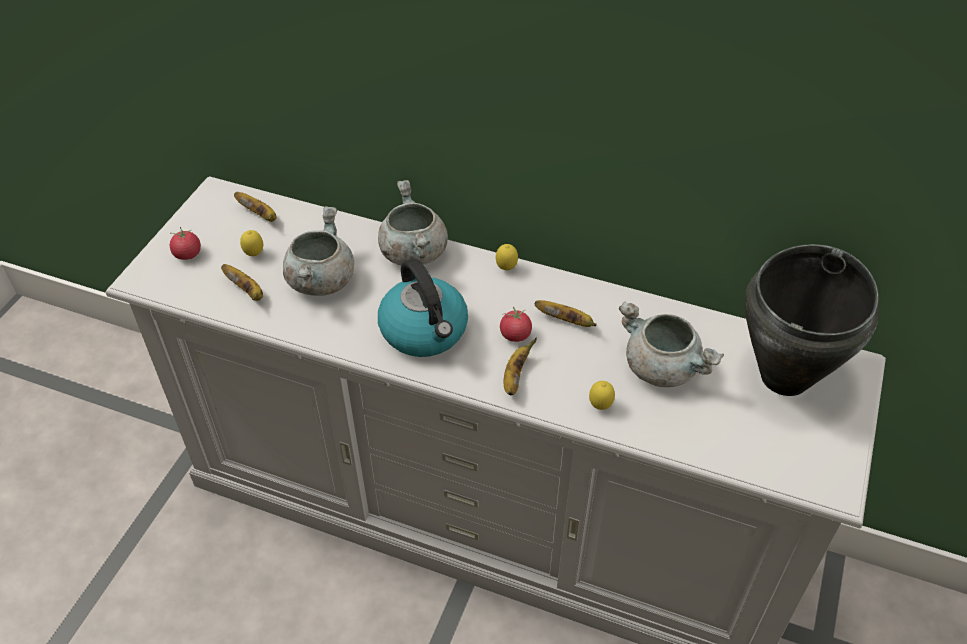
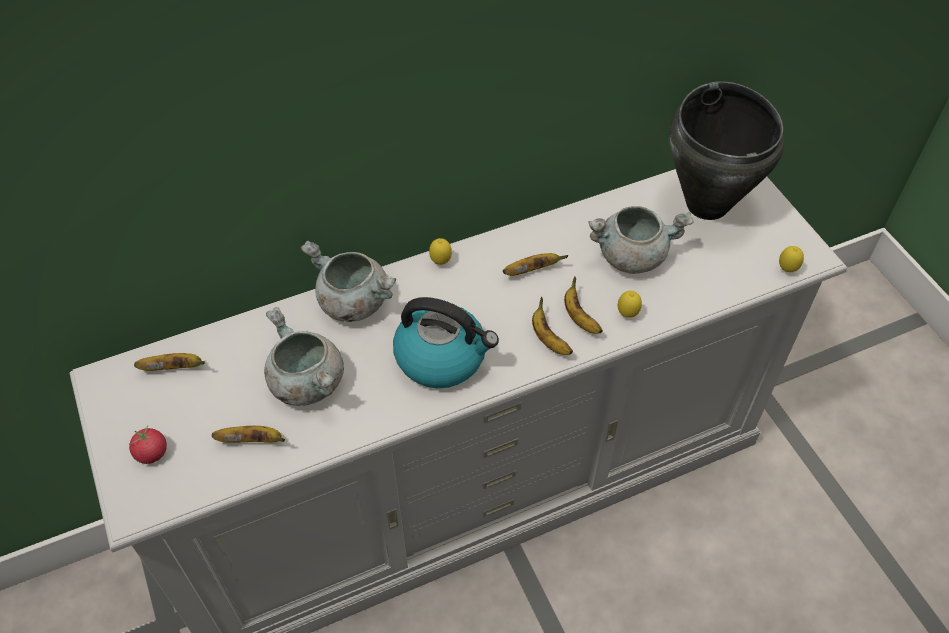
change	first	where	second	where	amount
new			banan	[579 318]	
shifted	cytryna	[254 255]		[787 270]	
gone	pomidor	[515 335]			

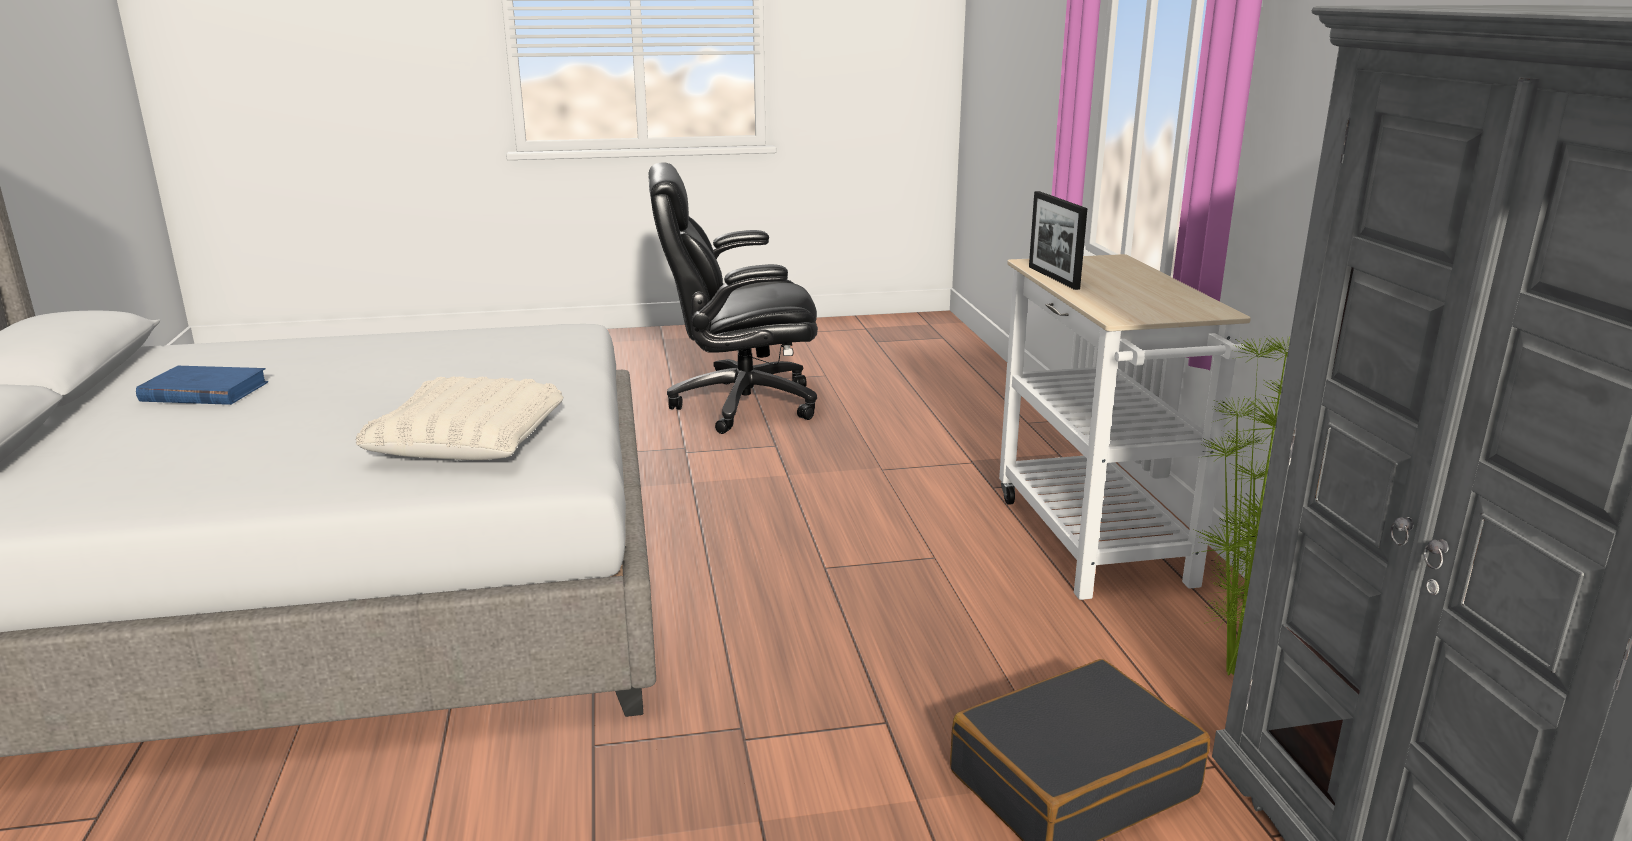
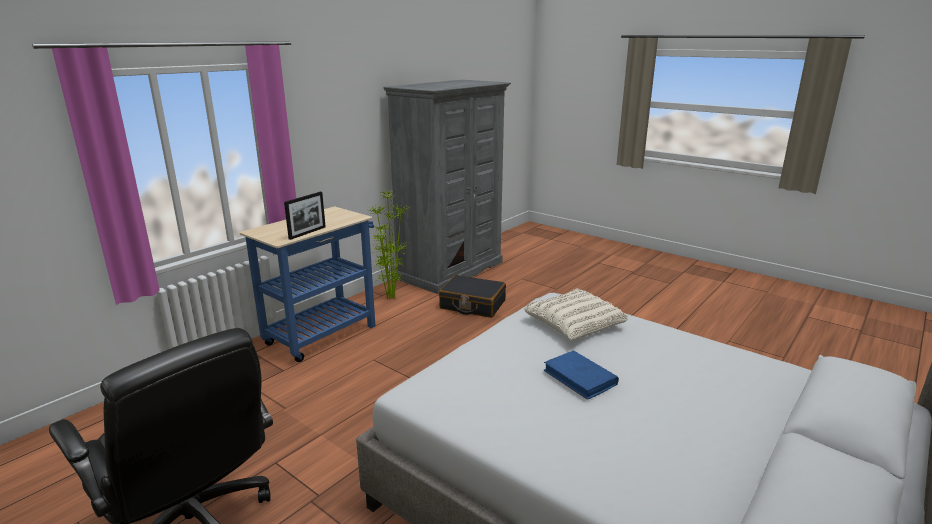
change	first	where	second	where	amount
repainted	wózek/biały	[1094 541]	wózek/niebieski	[322 335]	
shifted	książka/niebieski	[204 392]		[580 377]	

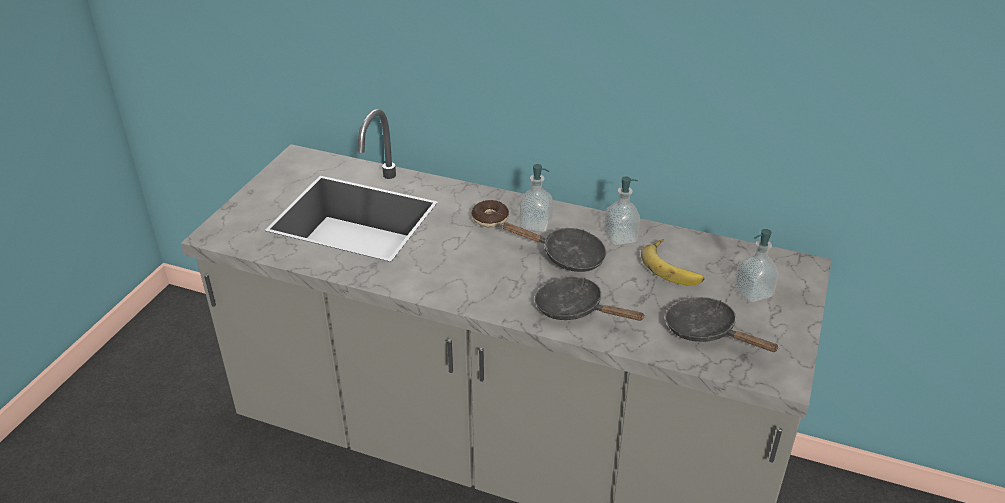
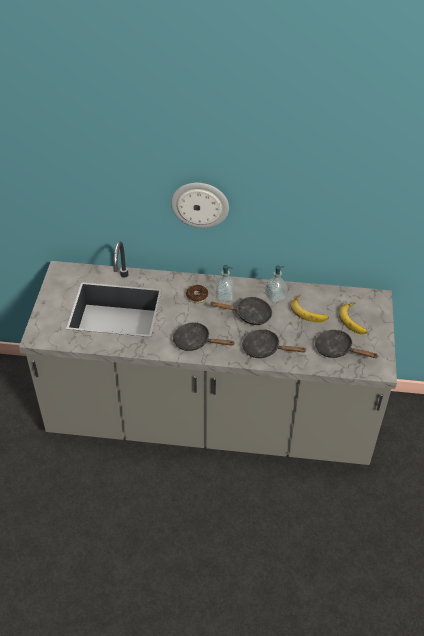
change	first	where	second	where	amount
new			zegar ścienny	[200 204]	
new			patelnia/czarny	[195 342]	
swapped	dozownik mydła	[753 292]	banan	[355 320]	

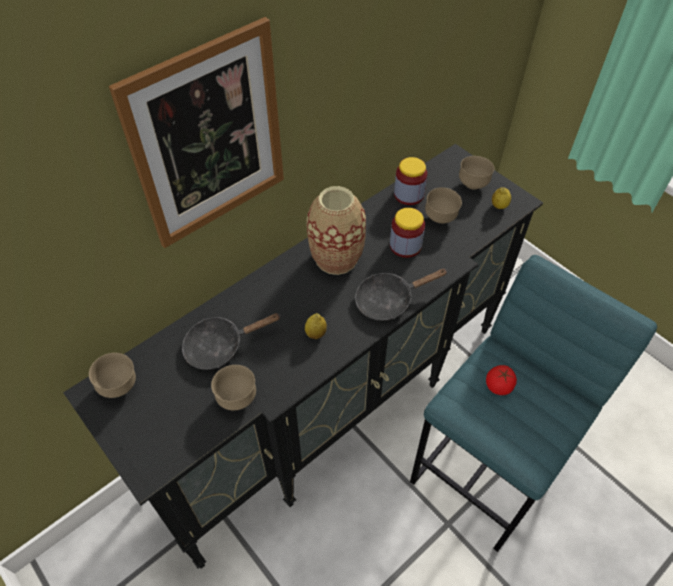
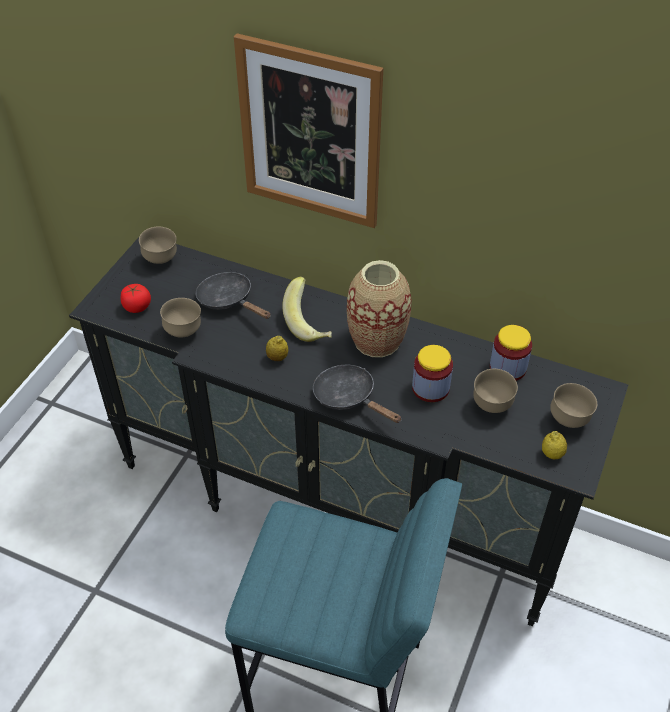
change	first	where	second	where	amount
shifted	pomidor	[498 386]		[137 307]	
new			banan	[310 323]	

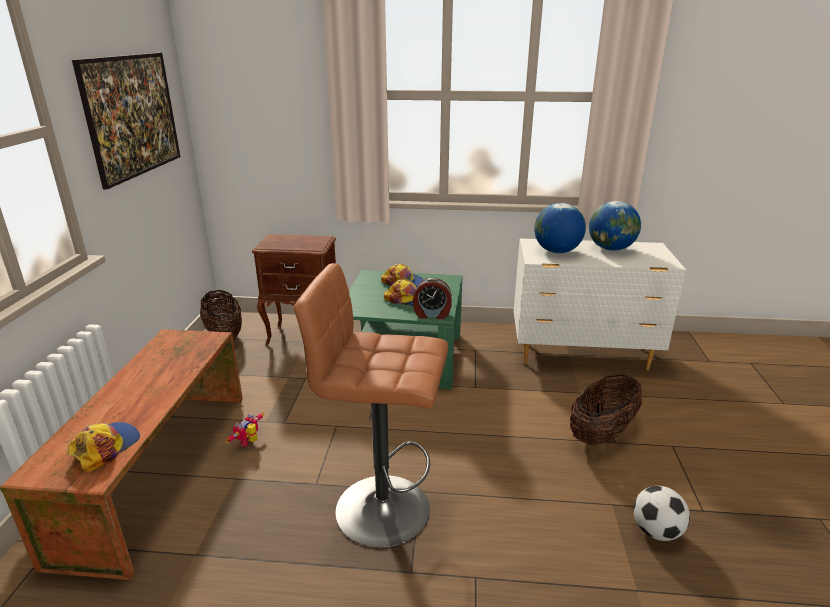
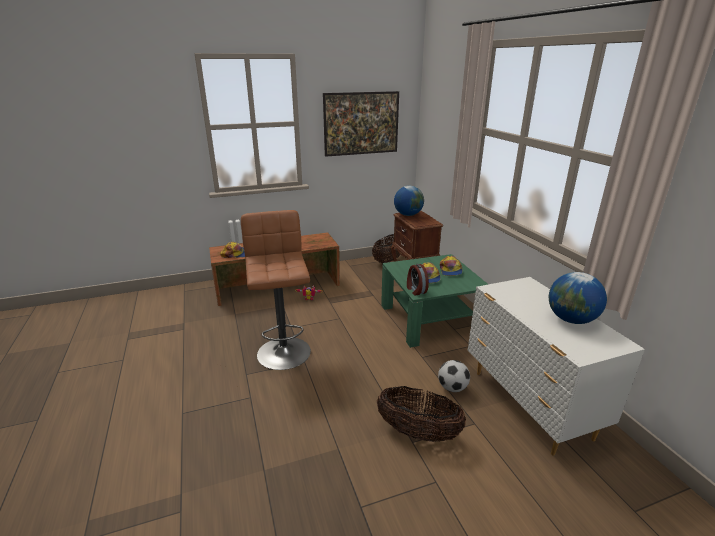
change	first	where	second	where	amount
shifted	globus	[556 251]		[408 215]	
shifted	piłka futbolowa	[656 531]		[452 388]	

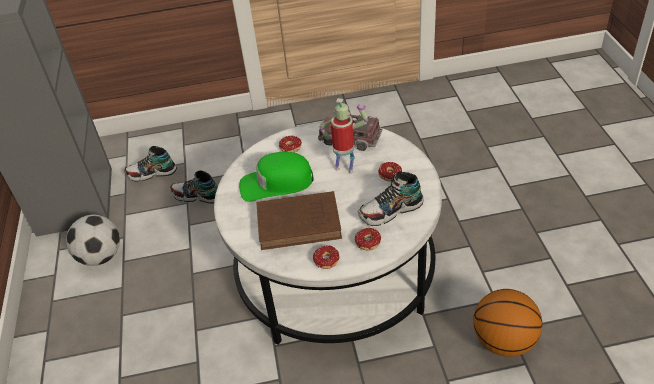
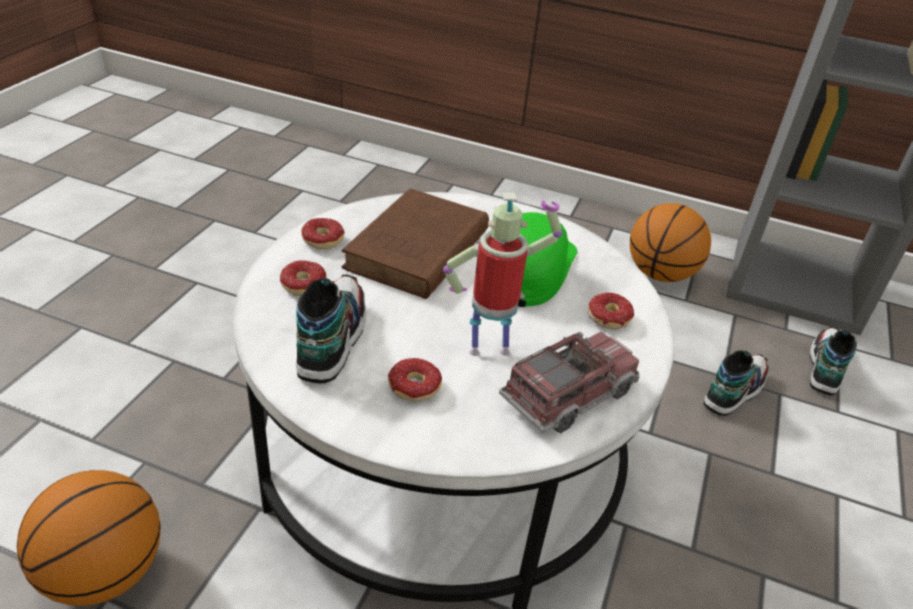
change	first	where	second	where	amount
rotated	robot zabawkowy	[345 168]		[490 347]	150 degrees counterclockwise
swapped	piłka futbolowa	[101 256]	piłka do koszykówki	[660 274]	

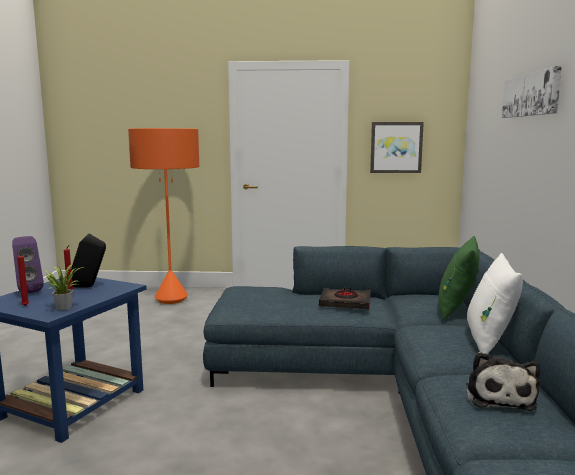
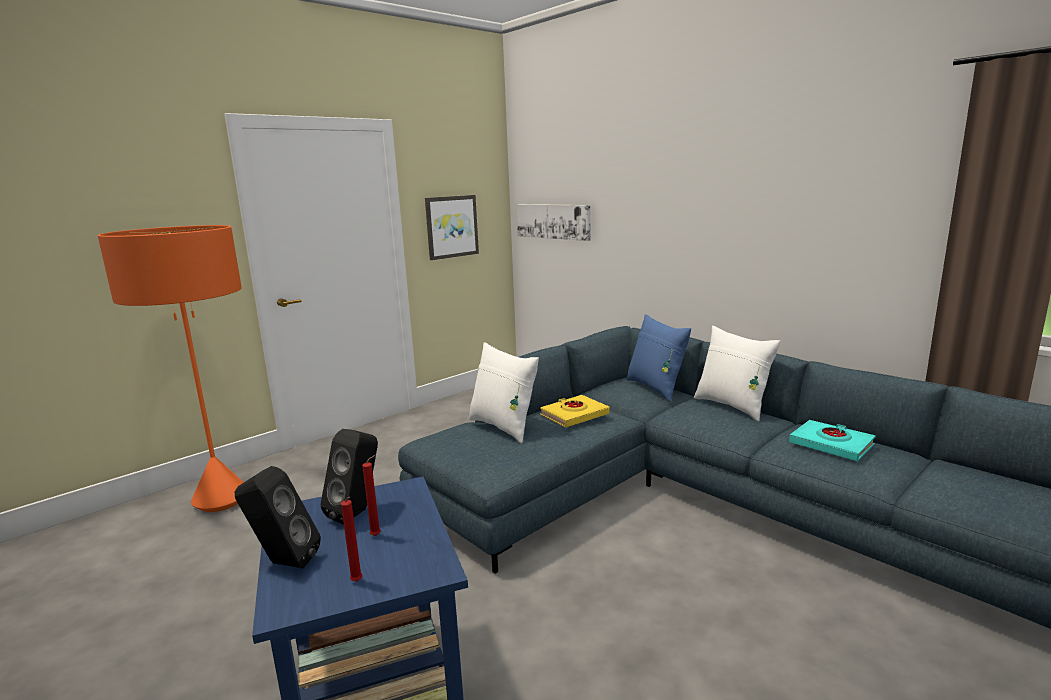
change	first	where	second	where	amount
repainted	głośnik/fioletowy	[28 291]	głośnik/czarny	[283 563]	
new			poduszka/biały	[503 427]	
shifted	obraz	[531 95]		[553 221]	
repainted	książka/czarny	[345 303]	książka/żółty	[574 415]	
repainted	poduszka/zielony	[456 309]	poduszka/niebieski	[655 388]	
swapped	pluszak	[499 396]	książka/turkusowy	[831 445]	
gone	roślina doniczkowa	[64 307]			

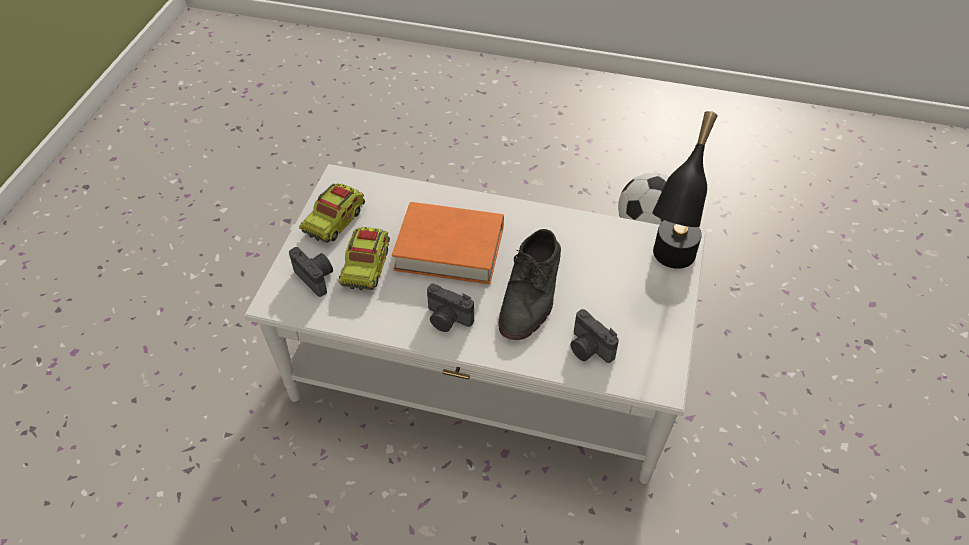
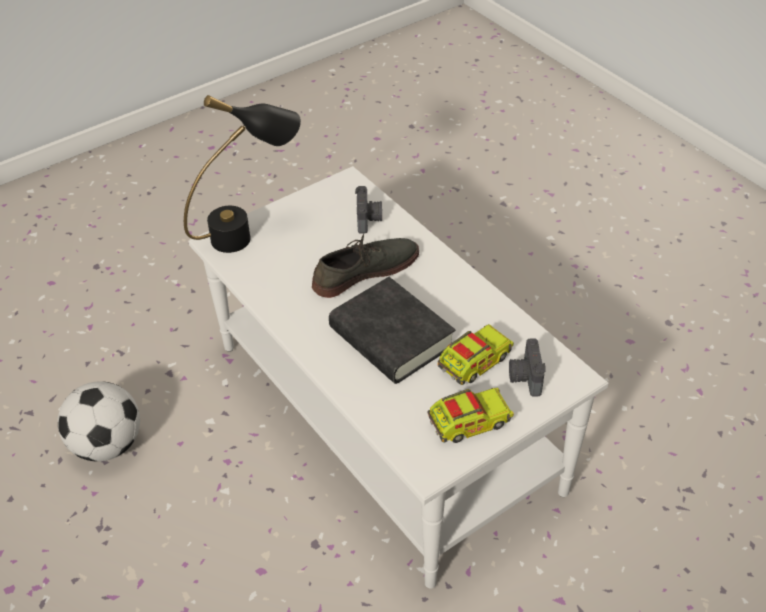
change	first	where	second	where	amount
repainted	książka/pomarańczowy	[449 248]	książka/czarny	[391 337]	
gone	aparat fotograficzny	[447 319]			

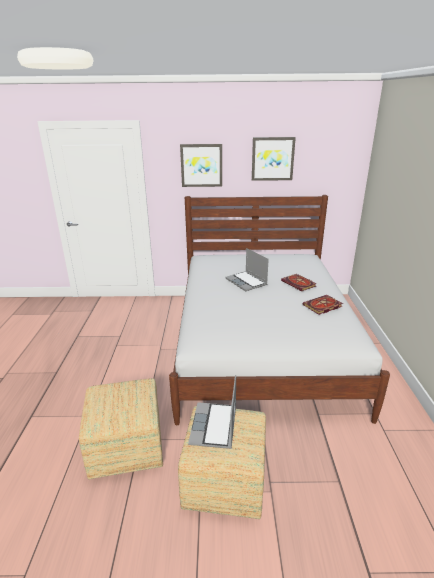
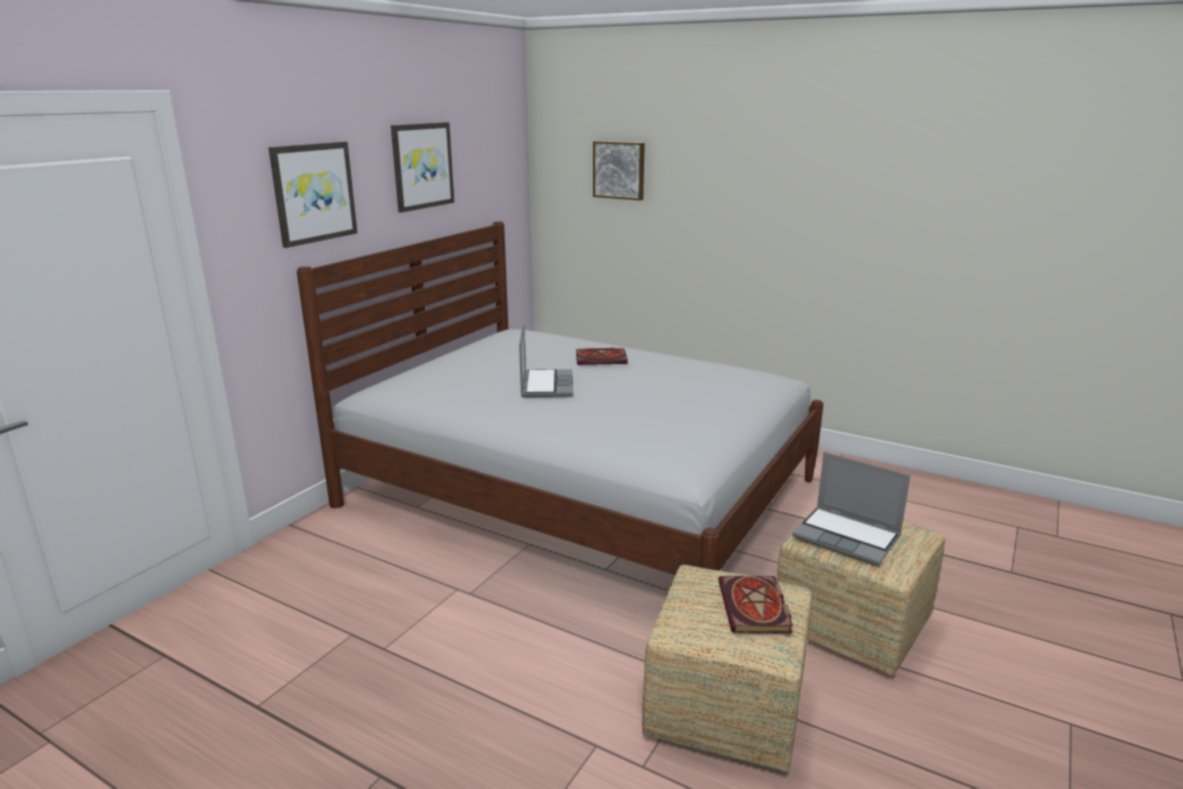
change	first	where	second	where	amount
rotated	laptop	[247 282]		[546 385]	90 degrees counterclockwise
new			obraz	[619 170]	
shifted	książka	[322 306]		[756 609]	

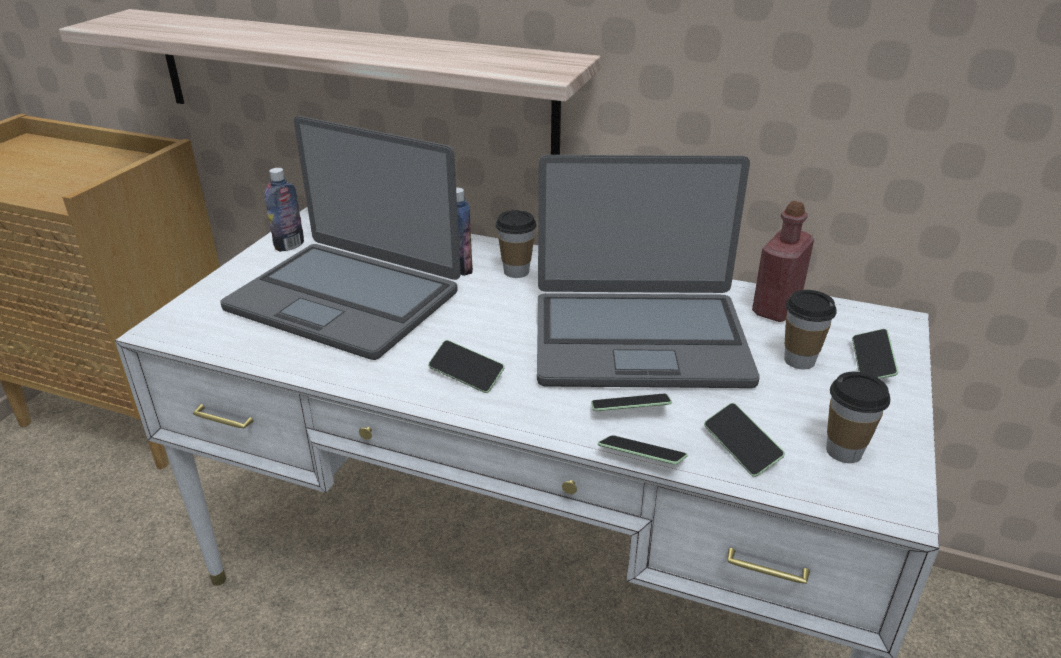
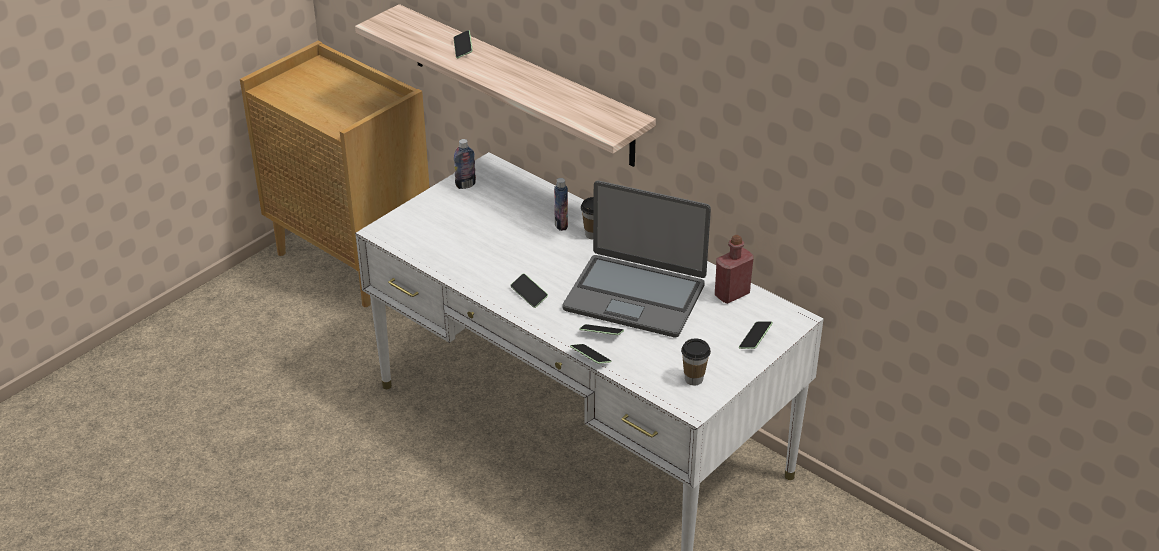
change	first	where	second	where	amount
shifted	telefon	[741 448]		[463 49]	
gone	laptop	[345 299]			
gone	filiżanka	[799 360]			

